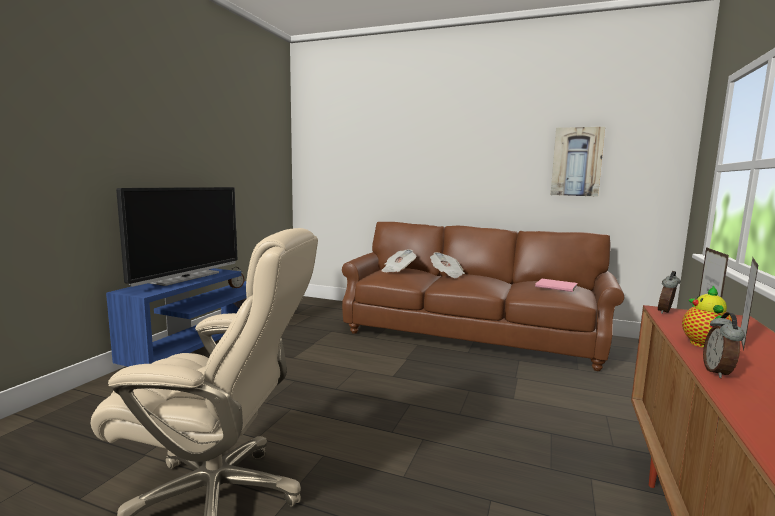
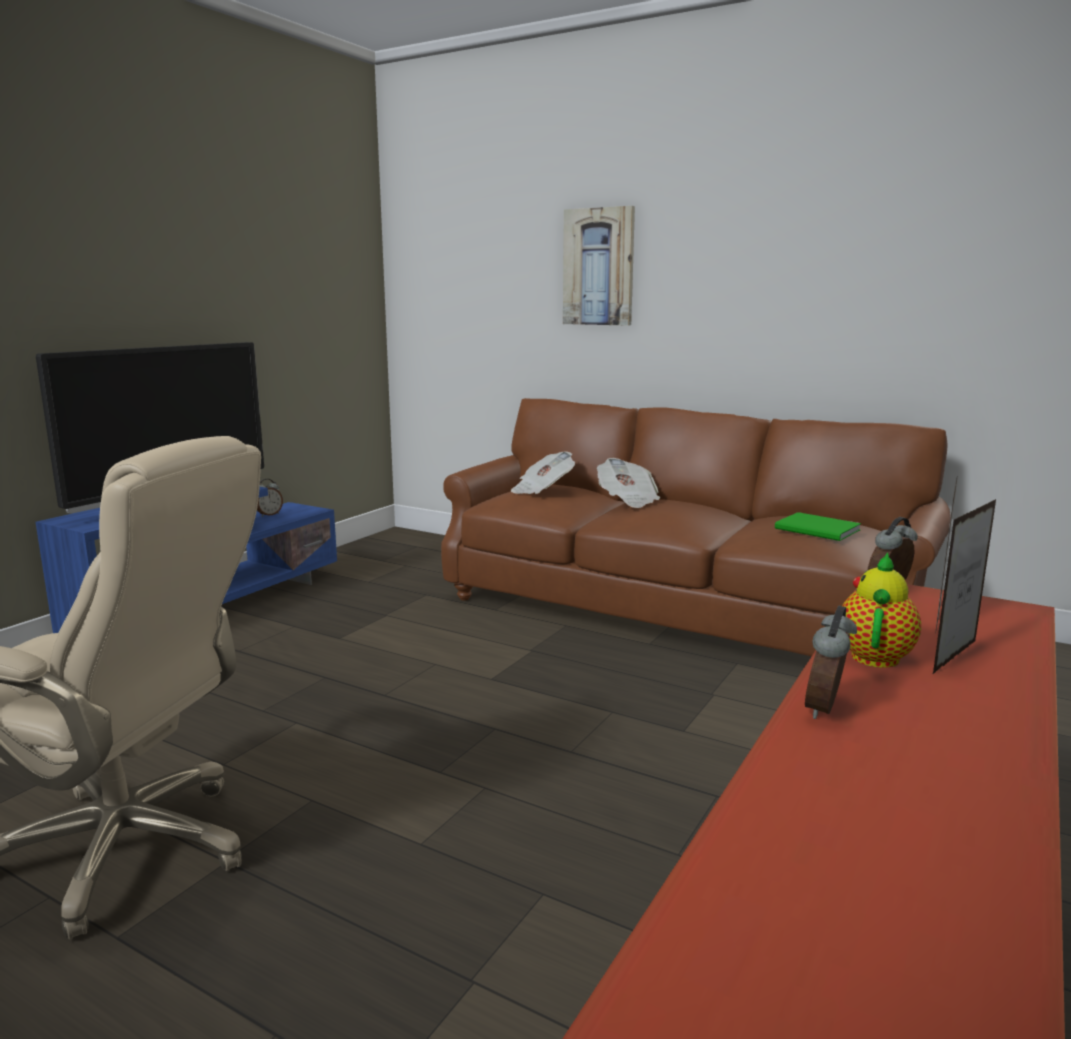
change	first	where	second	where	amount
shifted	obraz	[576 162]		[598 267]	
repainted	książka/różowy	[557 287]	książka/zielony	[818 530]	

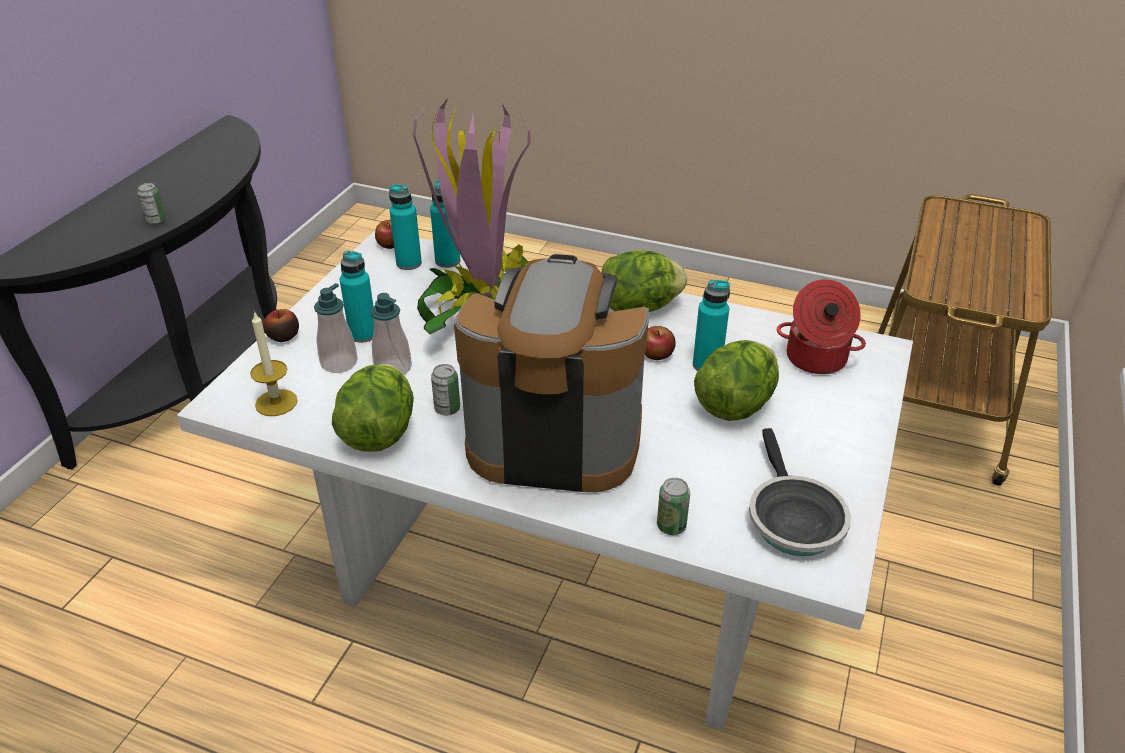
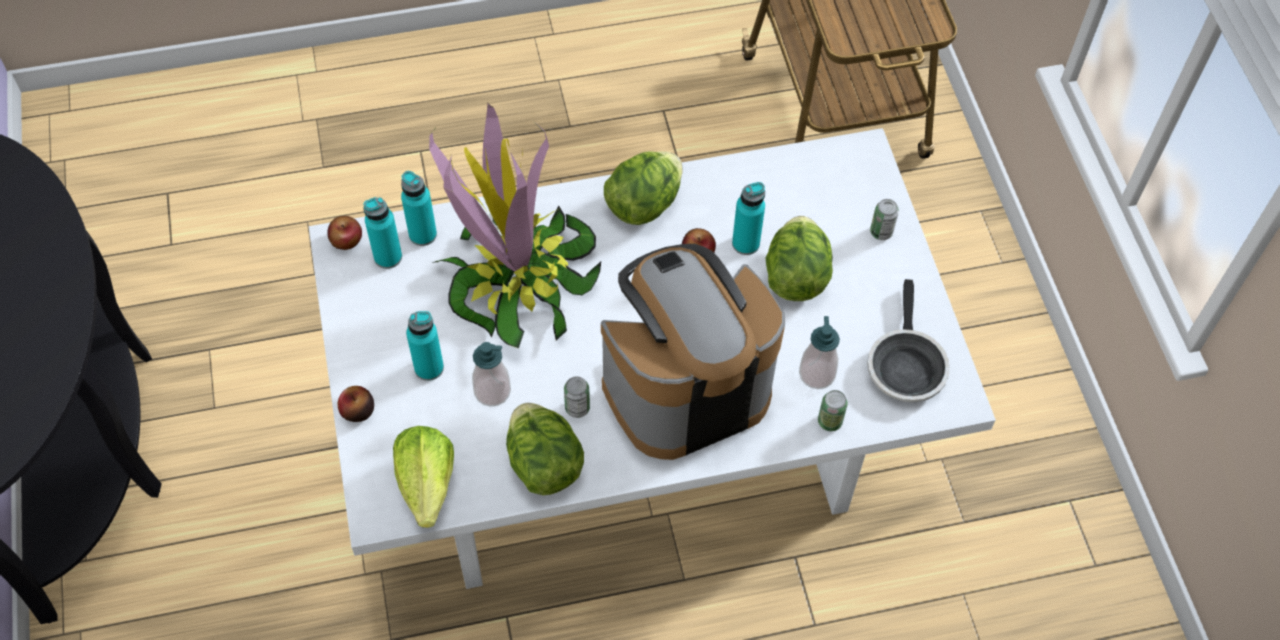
change	first	where	second	where	amount
swapped	świeca	[276 402]	sałata	[427 484]	
shifted	dozownik mydła	[339 363]		[817 374]	
rotated	patelnia	[792 518]		[904 365]	45 degrees clockwise
shifted	puszka	[156 220]		[881 232]	
gone	garnek	[815 359]			

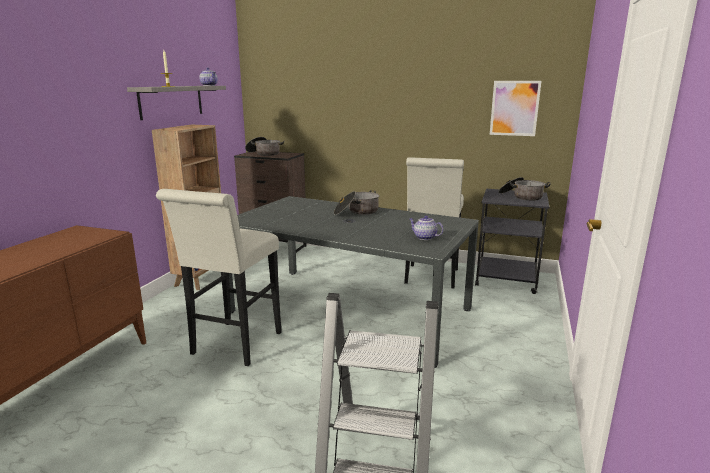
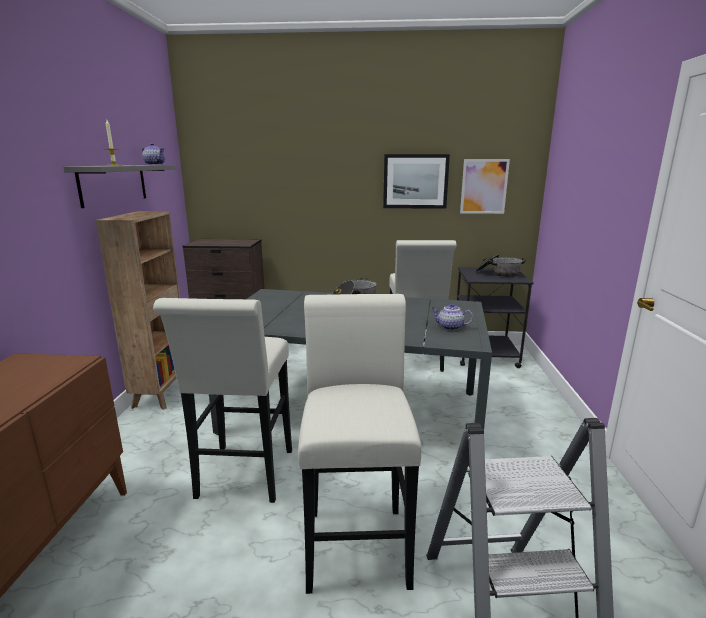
change	first	where	second	where	amount
new			stołek/biały	[356 539]	
new			obraz	[415 181]	
gone	garnek	[264 153]			

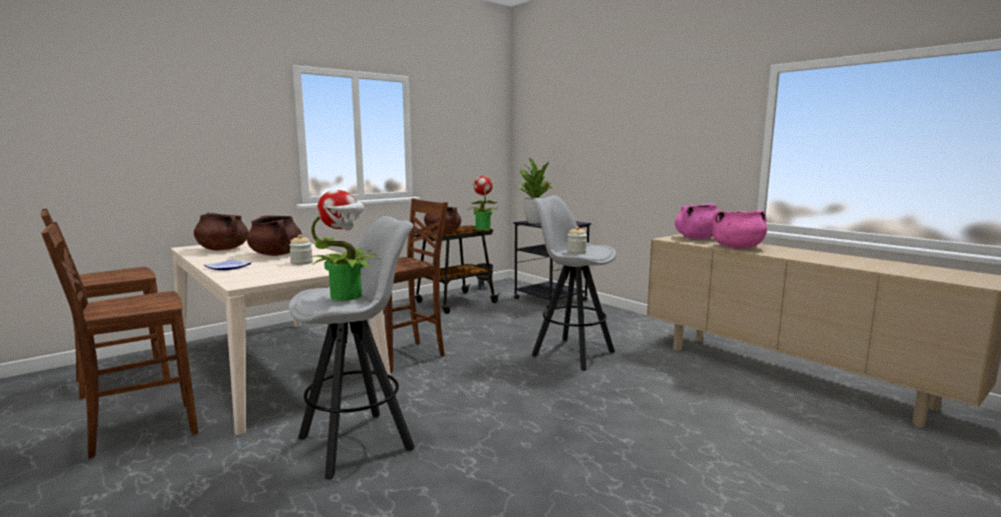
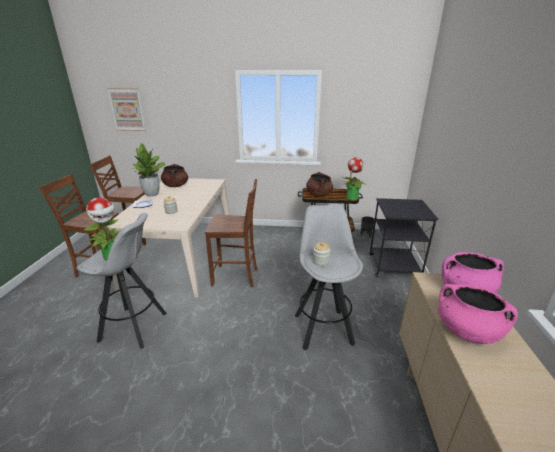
change	first	where	second	where	amount
new			obraz	[127 109]	
shifted	roślina doniczkowa	[535 222]		[152 194]	
gone	garnek/brązowy	[276 254]			

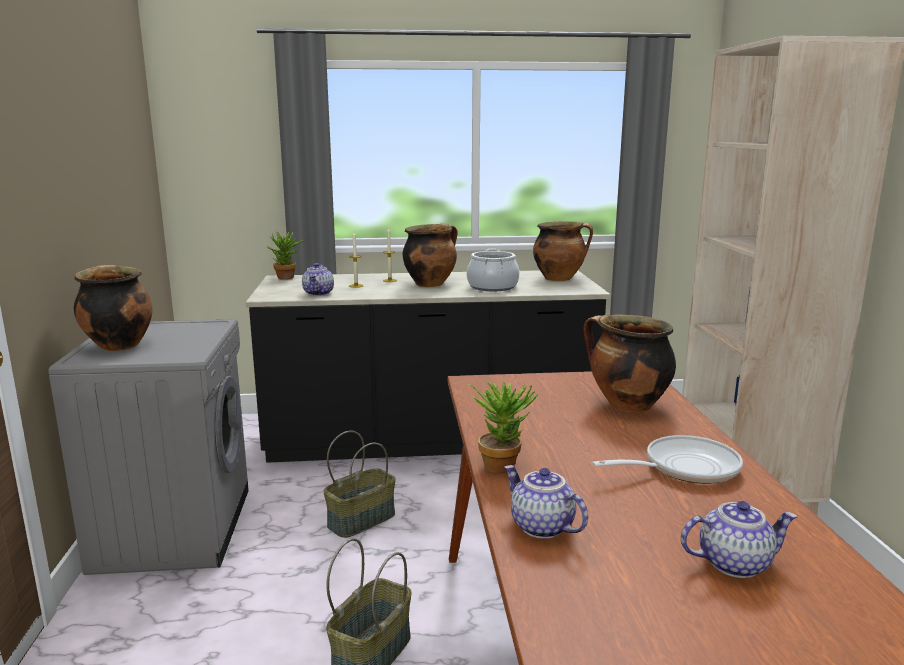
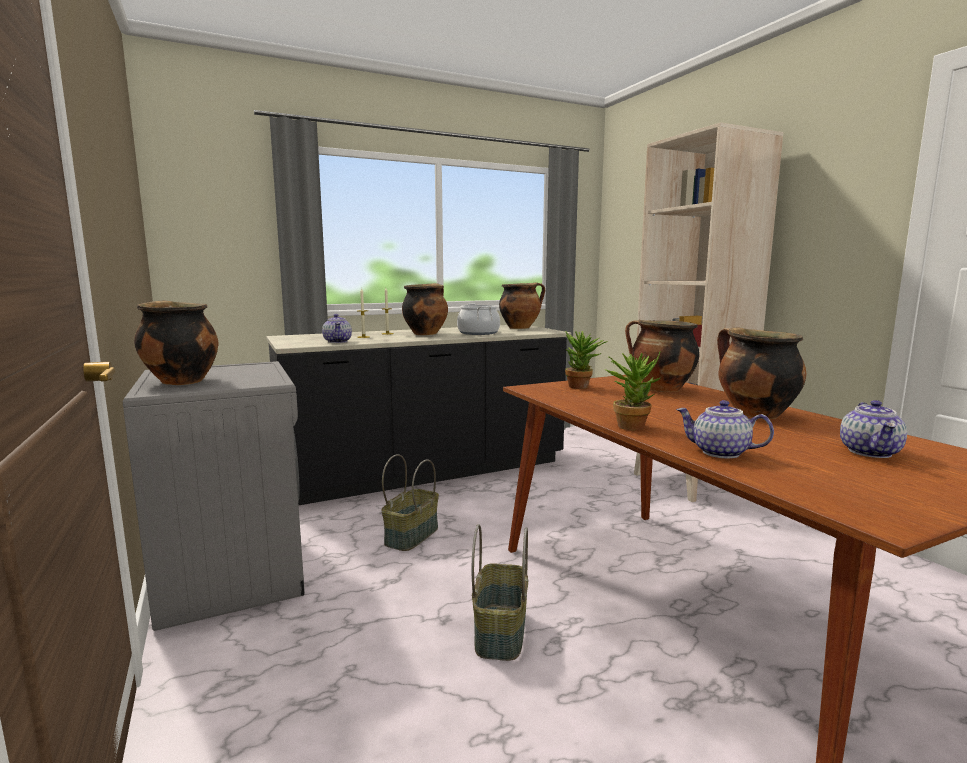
change	first	where	second	where	amount
shifted	roślina doniczkowa	[287 278]		[582 387]	
swapped	patelnia	[683 468]	garnek	[754 414]	
rotated	imbryk	[734 563]		[870 452]	135 degrees clockwise

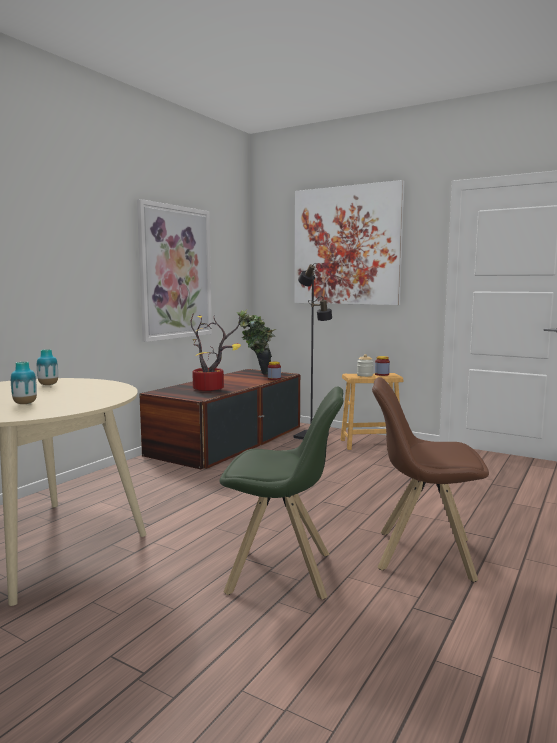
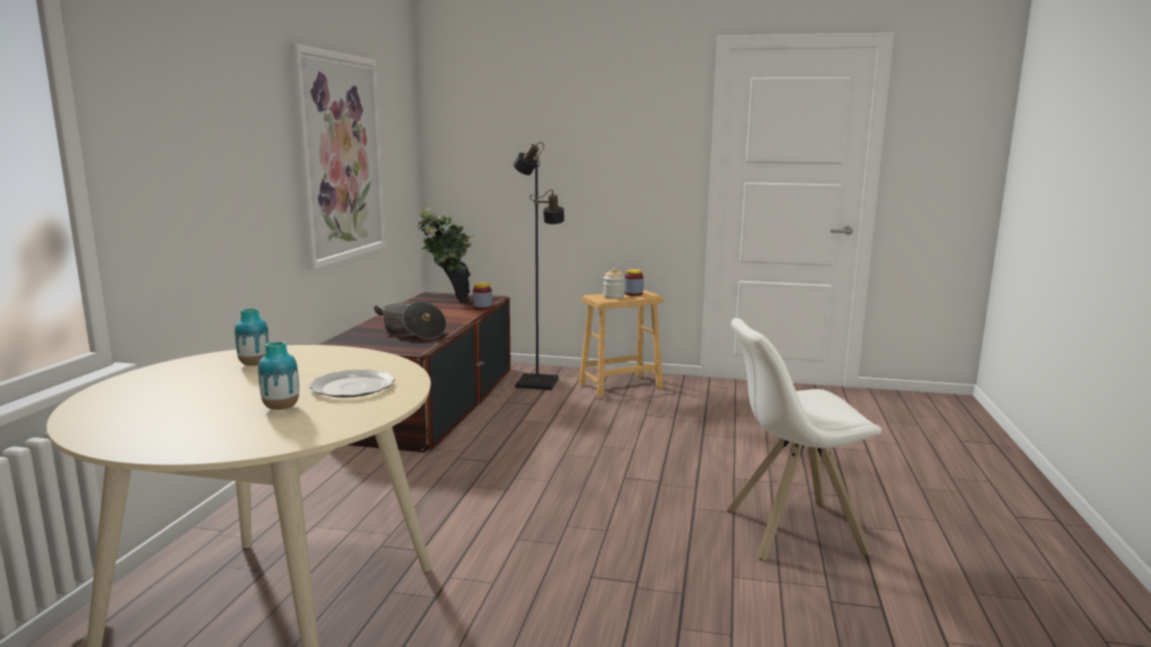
change	first	where	second	where	amount
new			talerz	[354 387]	
swapped	roślina doniczkowa	[211 389]	garnek	[412 332]	
repainted	krzesło/brązowy	[423 554]	krzesło/biały	[792 530]	
gone	krzesło/zielony	[281 572]			
gone	obraz	[346 246]			

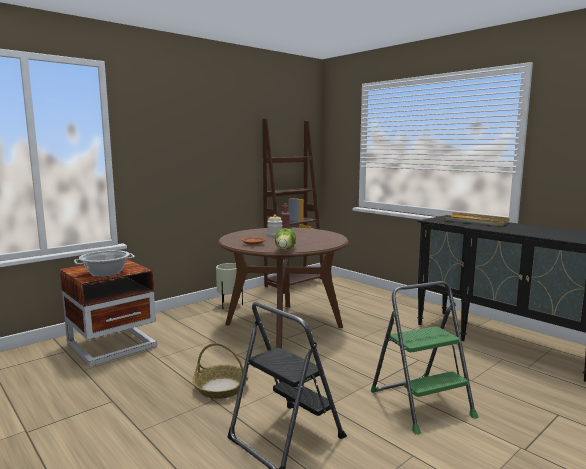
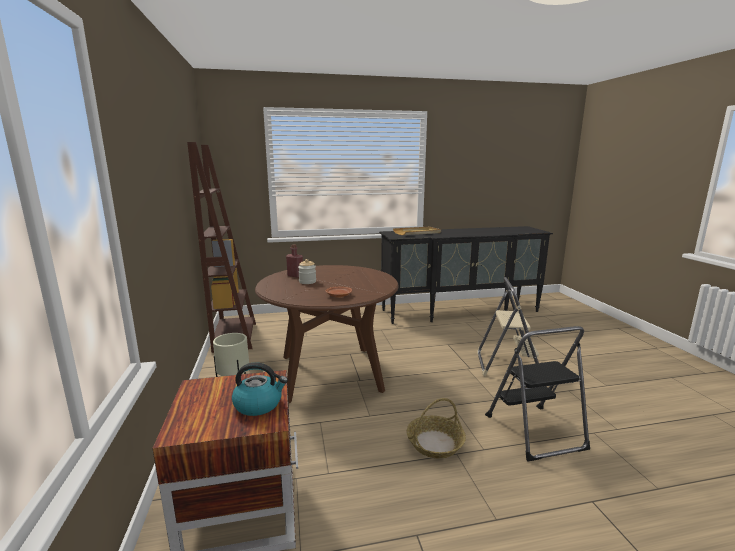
change	first	where	second	where	amount
swapped	garnek	[106 273]	czajnik	[259 404]	
repainted	drabinka/zielony	[419 401]	drabinka/beżowy	[505 365]	
gone	sałata	[285 249]			

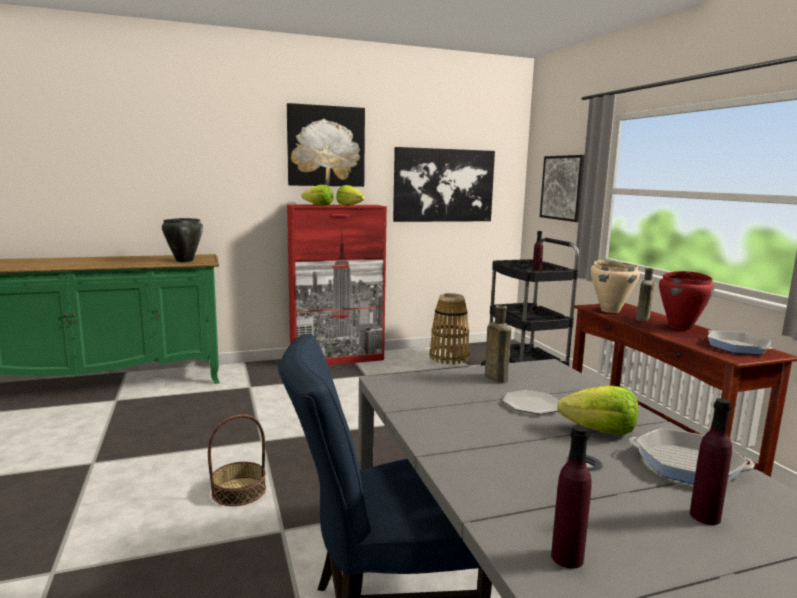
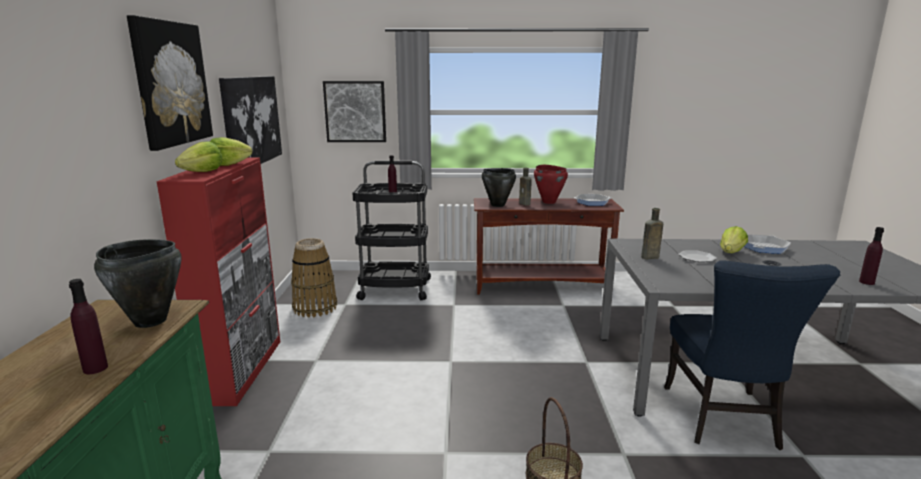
change	first	where	second	where	amount
shifted	butelka/fioletowy	[705 516]		[95 368]	
repainted	garnek/beżowy	[610 310]	garnek/czarny	[497 205]	

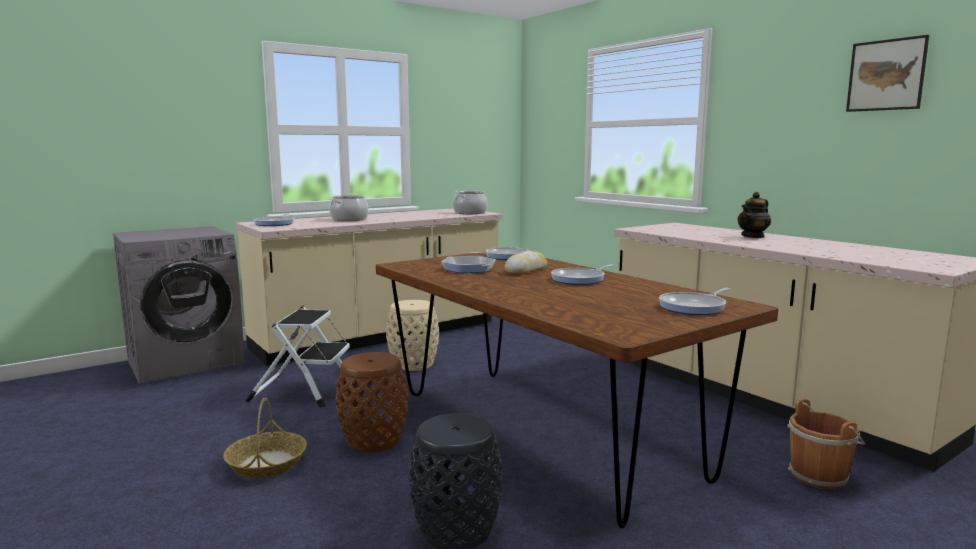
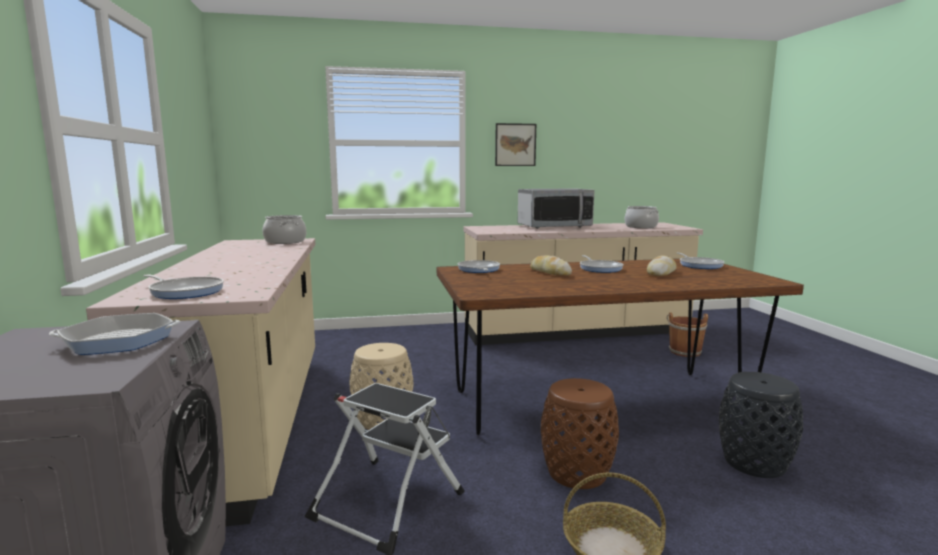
change	first	where	second	where	amount
shifted	patelnia	[468 268]		[119 341]	
shifted	obraz	[886 75]		[515 145]	
swapped	imbryk	[753 236]	mikrofalówka	[554 226]	
shifted	garnek	[349 219]		[641 227]	
new			chleb	[661 273]	

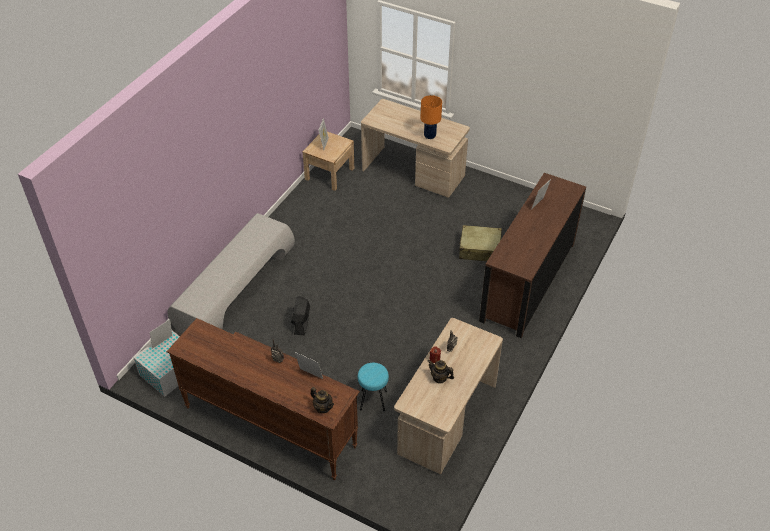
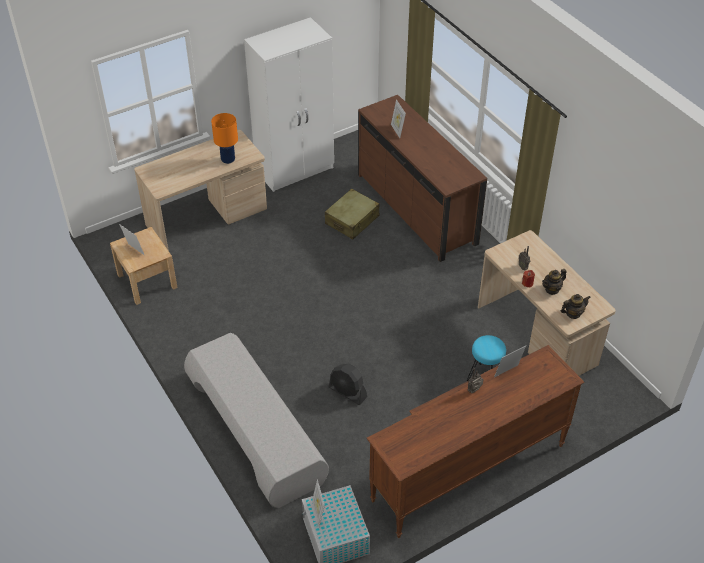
change	first	where	second	where	amount
new			szafa/biały	[295 170]	
shifted	imbryk	[323 407]		[573 314]	

